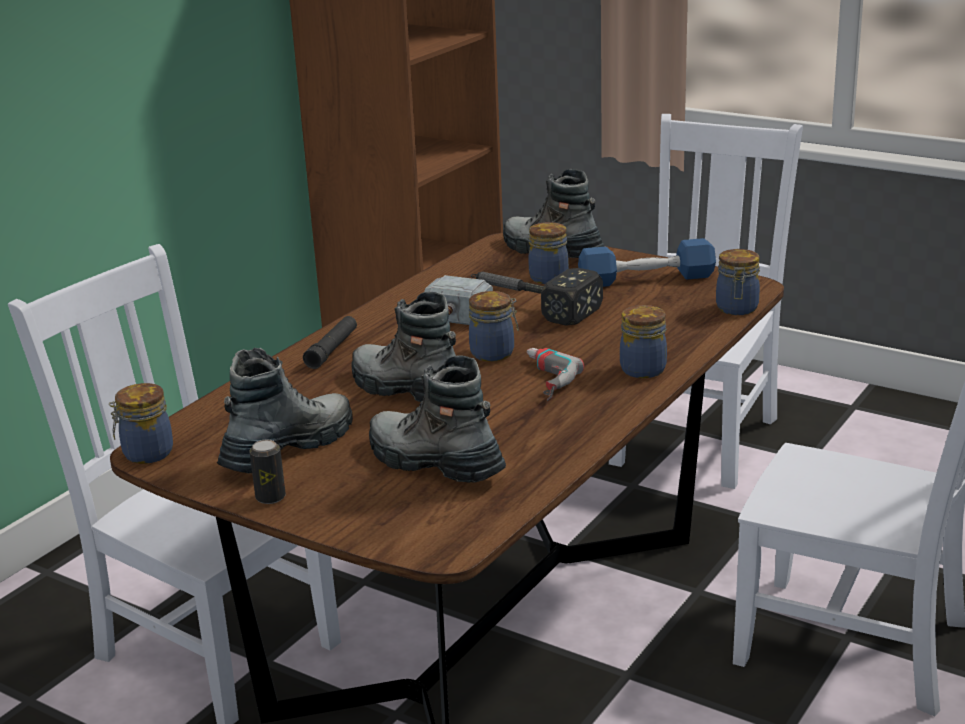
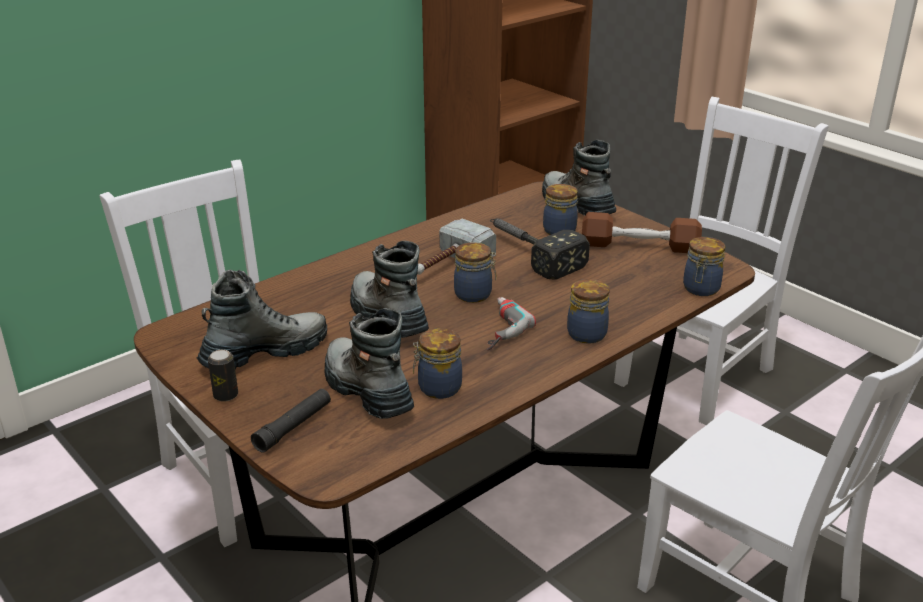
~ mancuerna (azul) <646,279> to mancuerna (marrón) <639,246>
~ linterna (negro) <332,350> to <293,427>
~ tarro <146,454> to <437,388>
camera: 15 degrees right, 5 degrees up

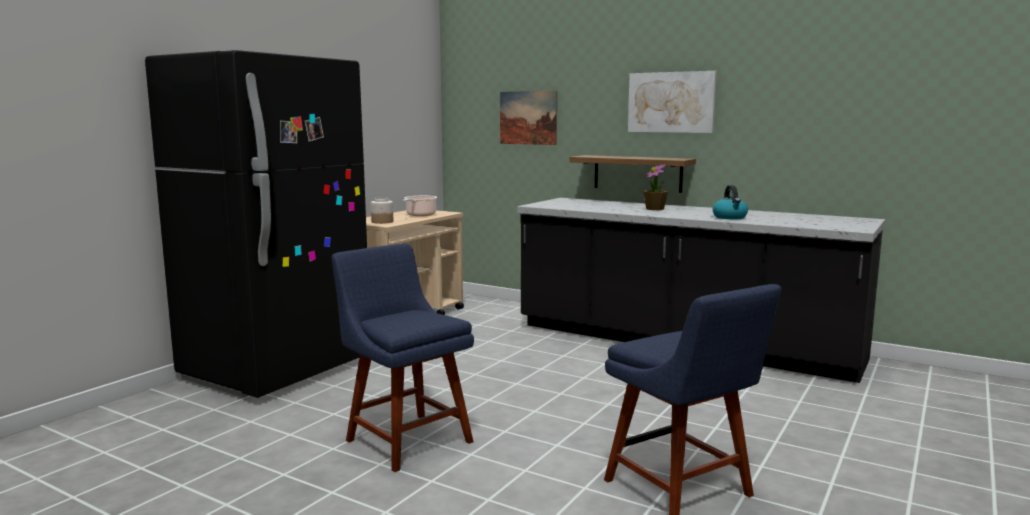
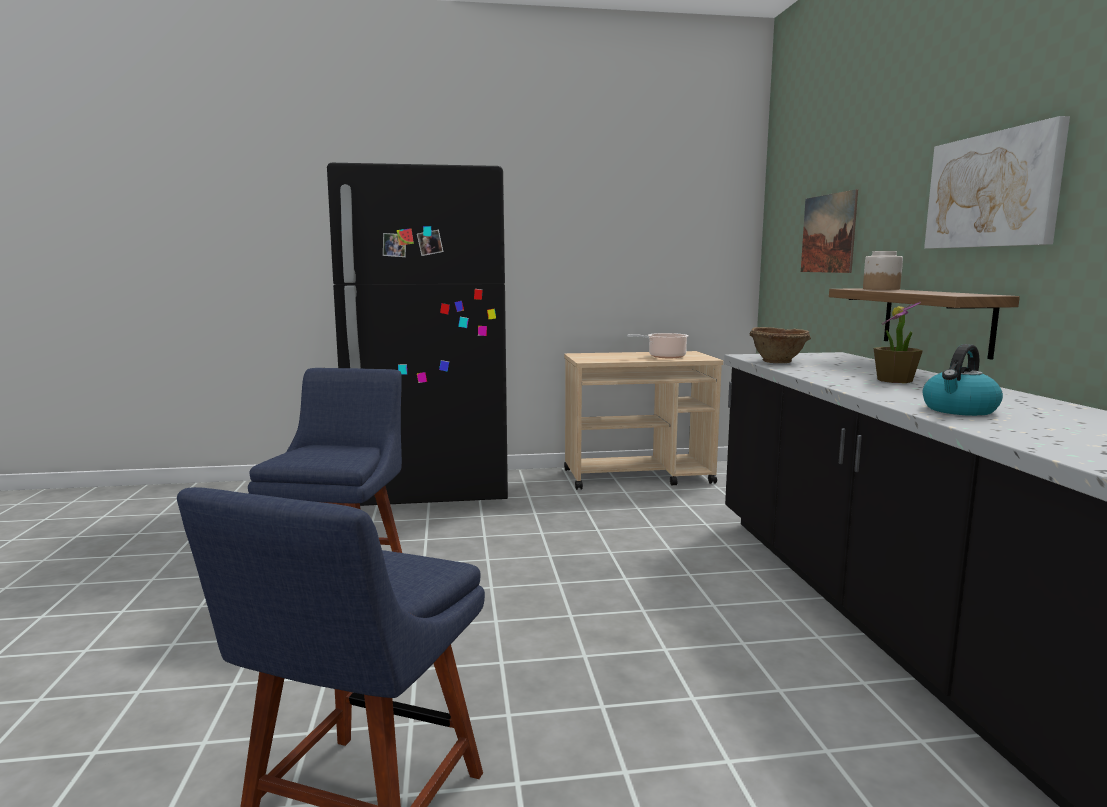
~ tarro <382,222> to <880,289>
+ cuenco (marrón) <778,361>
camera: 50 degrees right, 0 degrees up

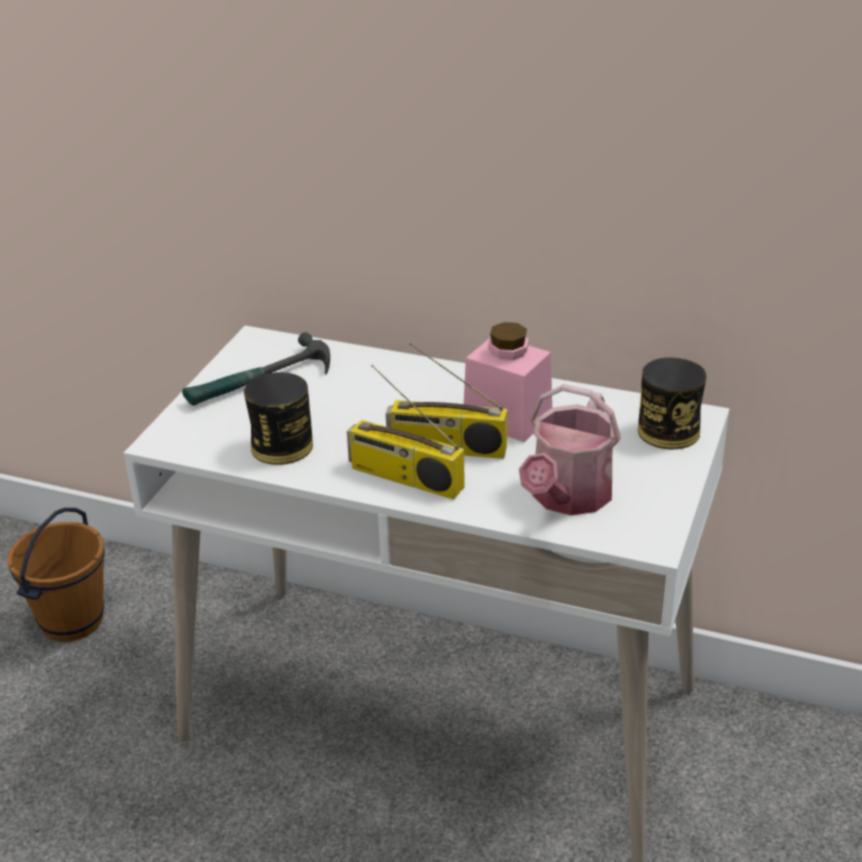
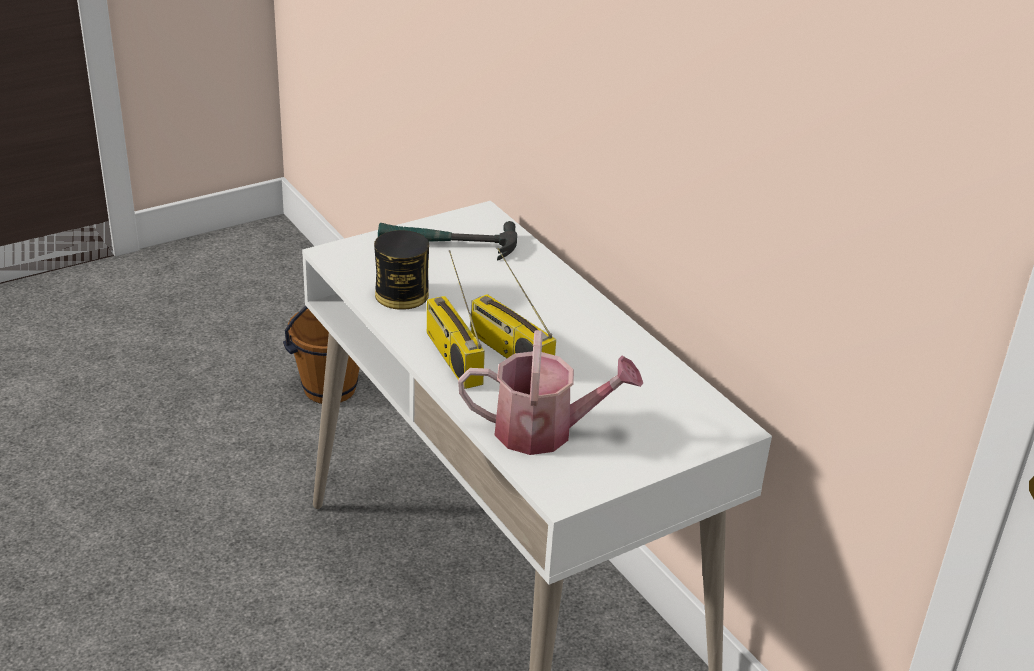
- tarro (rosa) <507,418>
- lata <668,431>
~ regadera <567,498> = <545,431> 150 degrees counterclockwise
camera: 35 degrees right, 0 degrees up

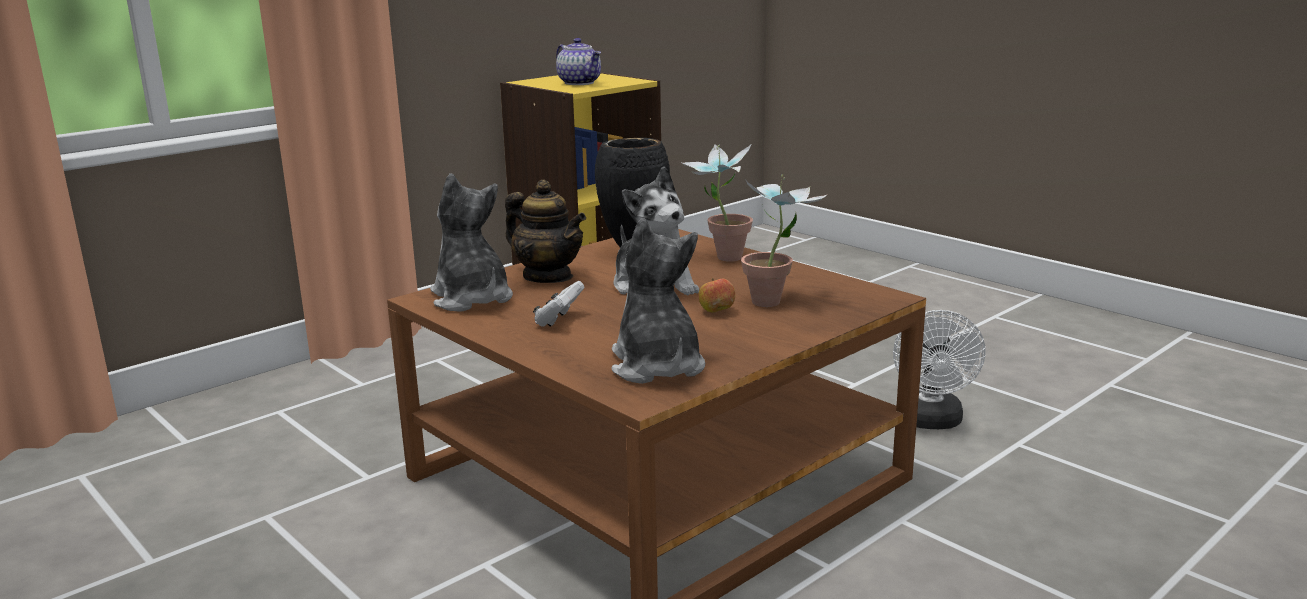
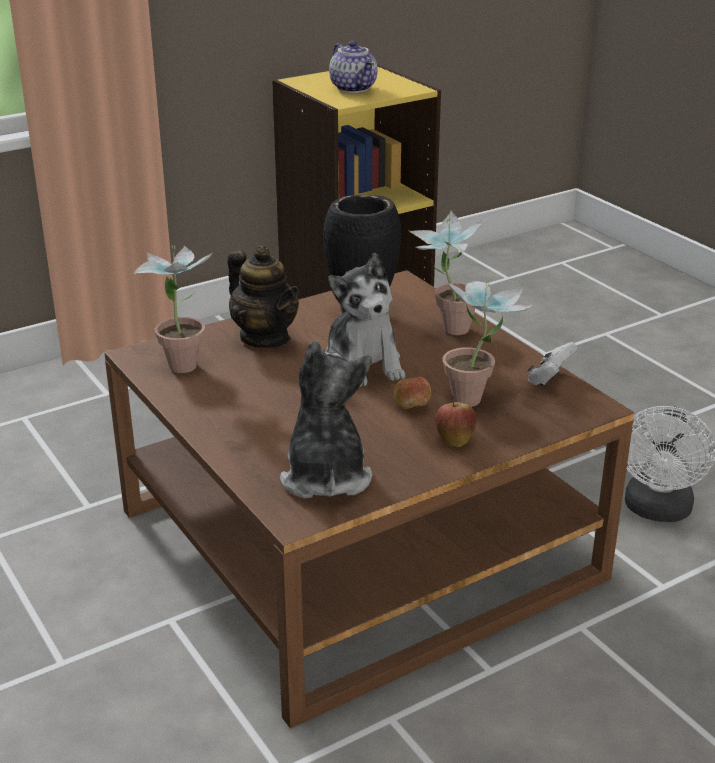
~ peluche <471,299> to planta en maceta <182,361>
~ mando de consola (blanco) <558,321> to <549,379>
+ manzana <454,440>
camera: 10 degrees right, 10 degrees up

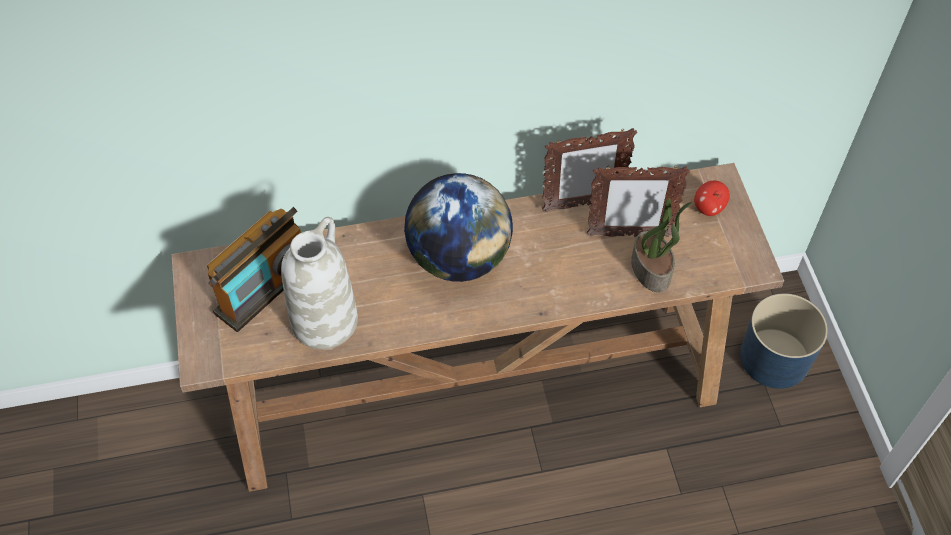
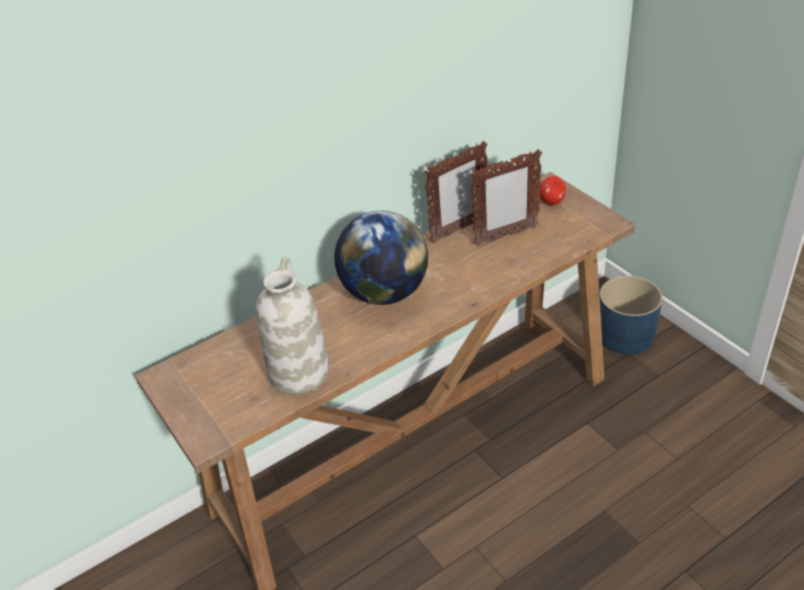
- planta en maceta <652,269>
- radio <264,288>
camera: 20 degrees left, 15 degrees down

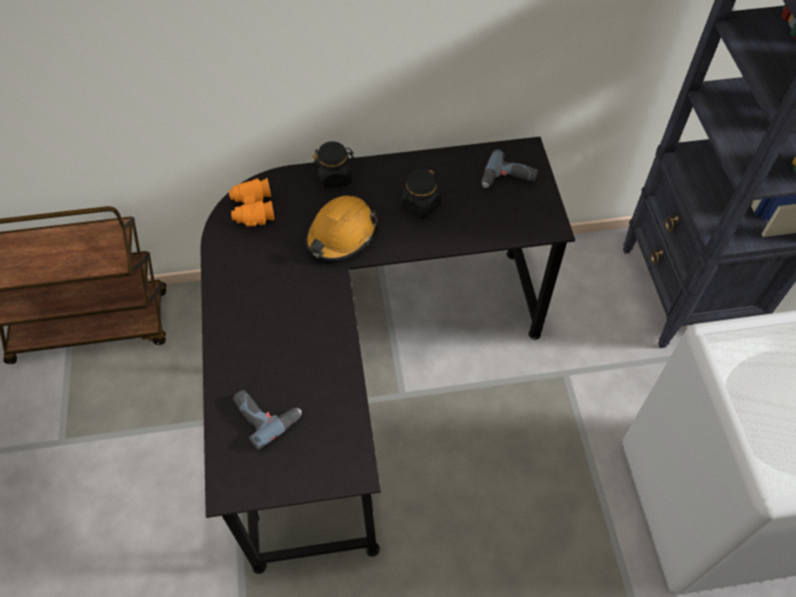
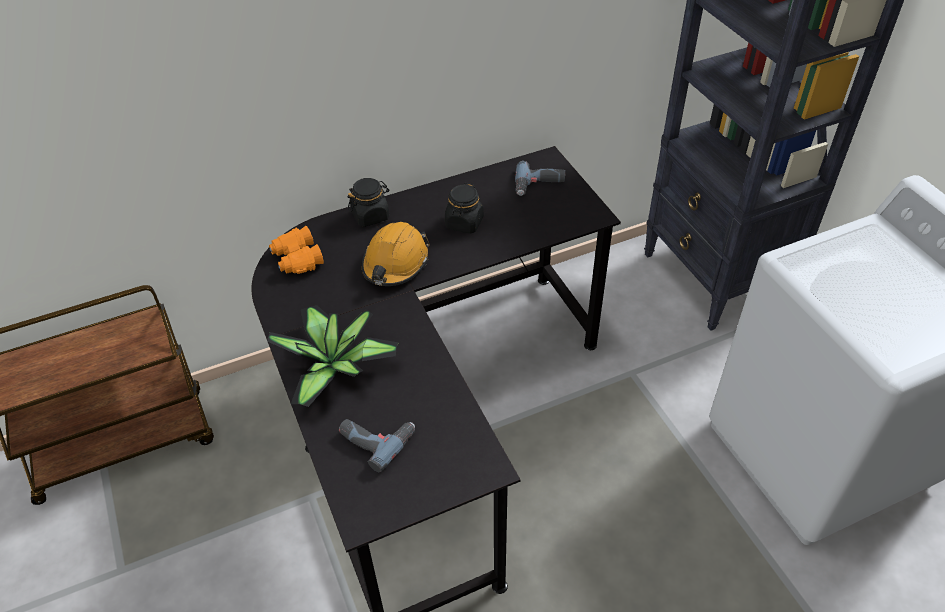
+ planta en maceta <335,366>
camera: 15 degrees left, 10 degrees down

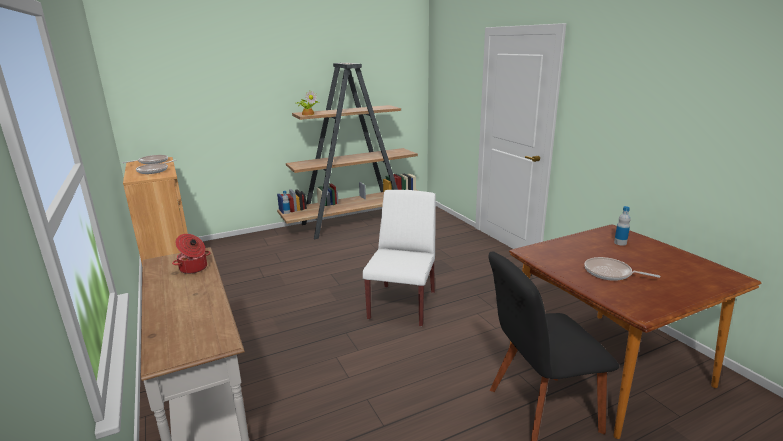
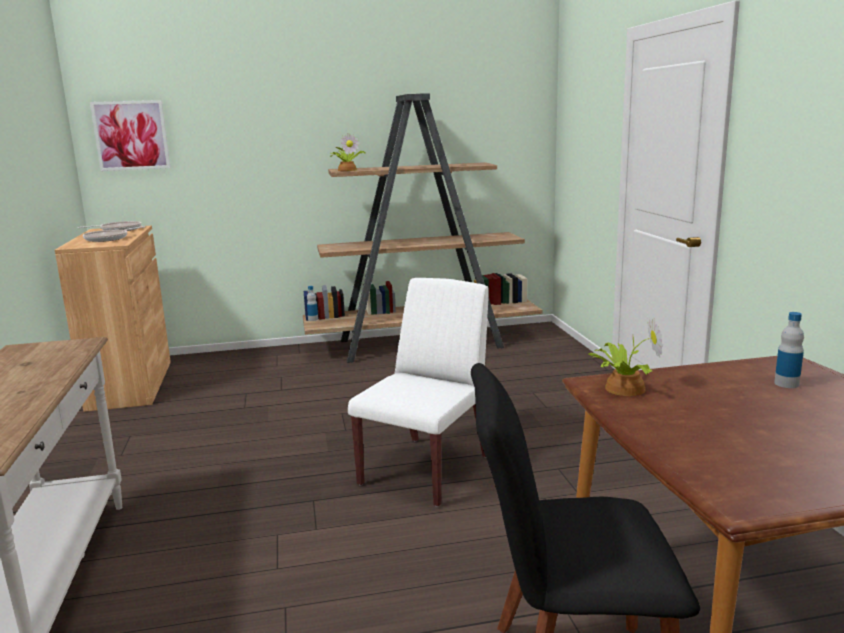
- olla <194,268>
- sartén <610,273>
+ cuadro <131,135>
+ planta en maceta <622,388>
camera: 15 degrees right, 5 degrees down

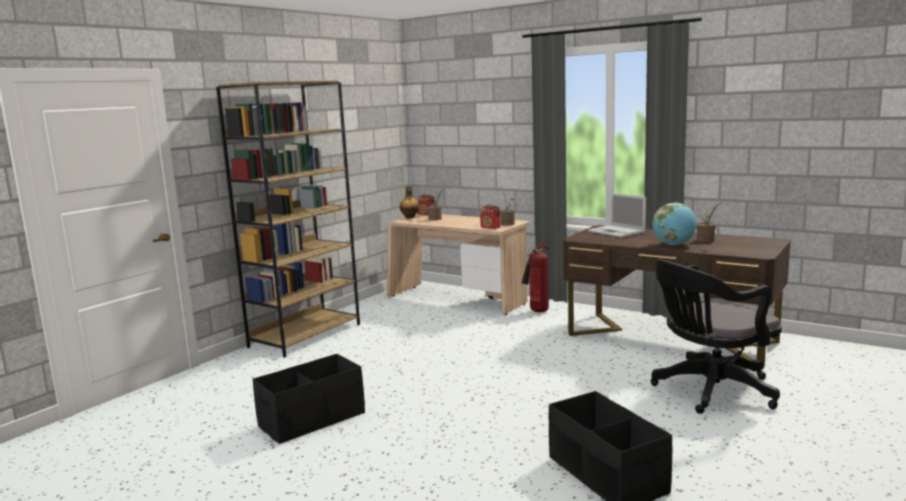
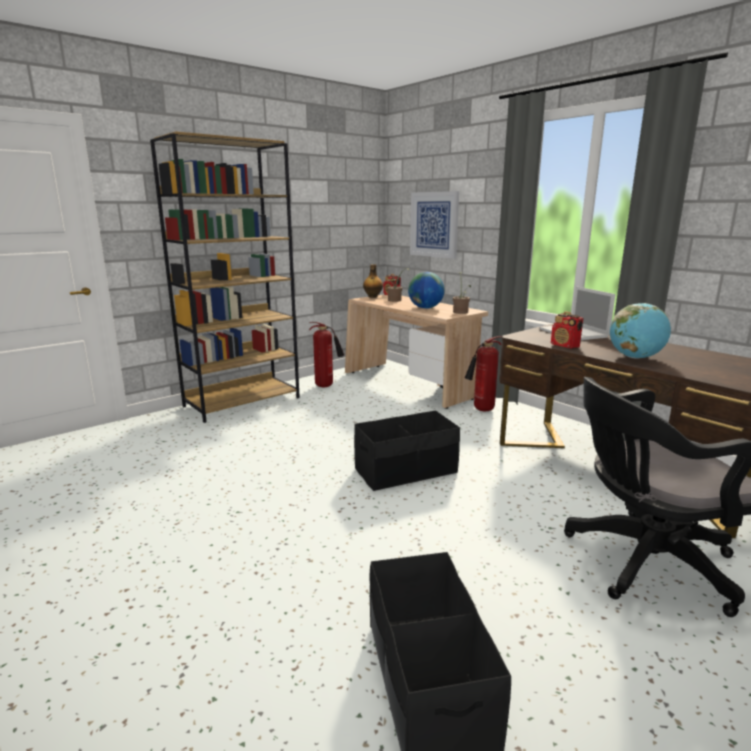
- planta en maceta <706,241>
~ radio <490,228> to <565,346>
~ caja de almacenaje (negro) <312,420> to <406,471>
+ cuadro <434,224>
+ globo terráqueo <425,308>
+ extintor <326,386>
camera: 15 degrees right, 5 degrees up

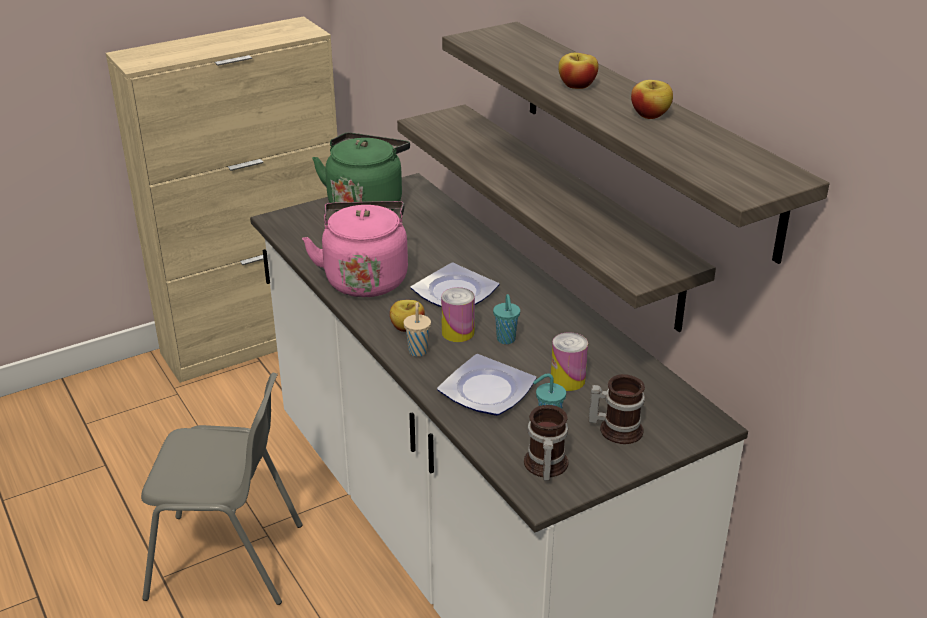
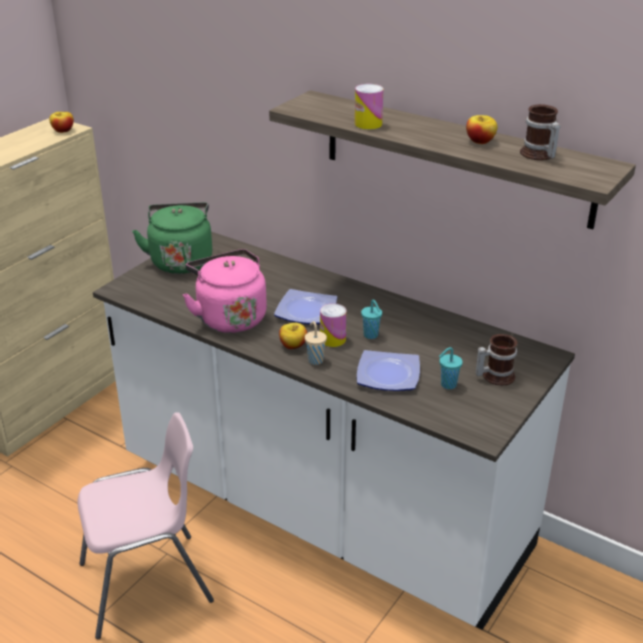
~ manzana <577,85> to <63,130>
- estante <571,212>
~ lata <567,380> to <368,124>
~ silla (gris) <228,561> to silla (rosa) <147,584>
~ taza grande <543,466> to <538,155>
camera: 25 degrees left, 0 degrees up

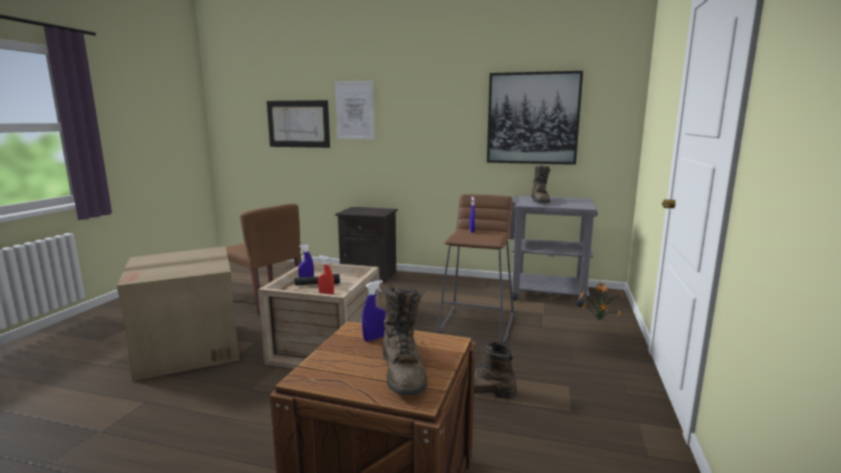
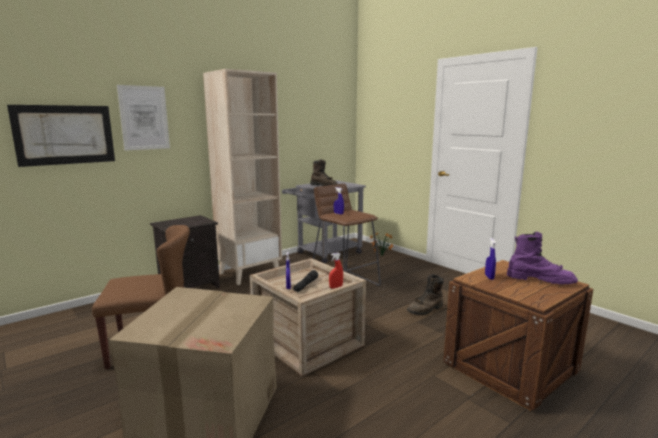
- cuadro <532,118>
~ bota (marrón) <403,372> to bota (morado) <540,280>
+ estantería (beis) <249,273>
camera: 55 degrees left, 0 degrees up

